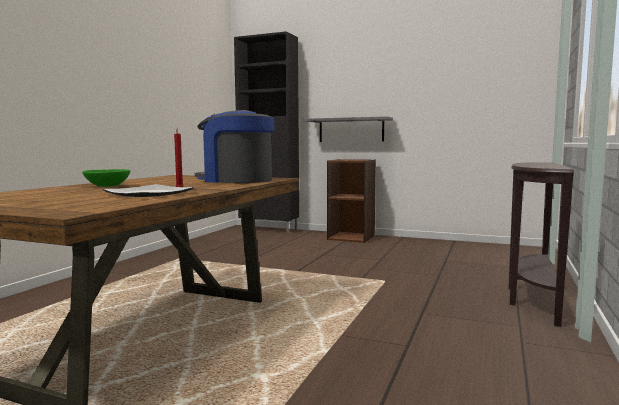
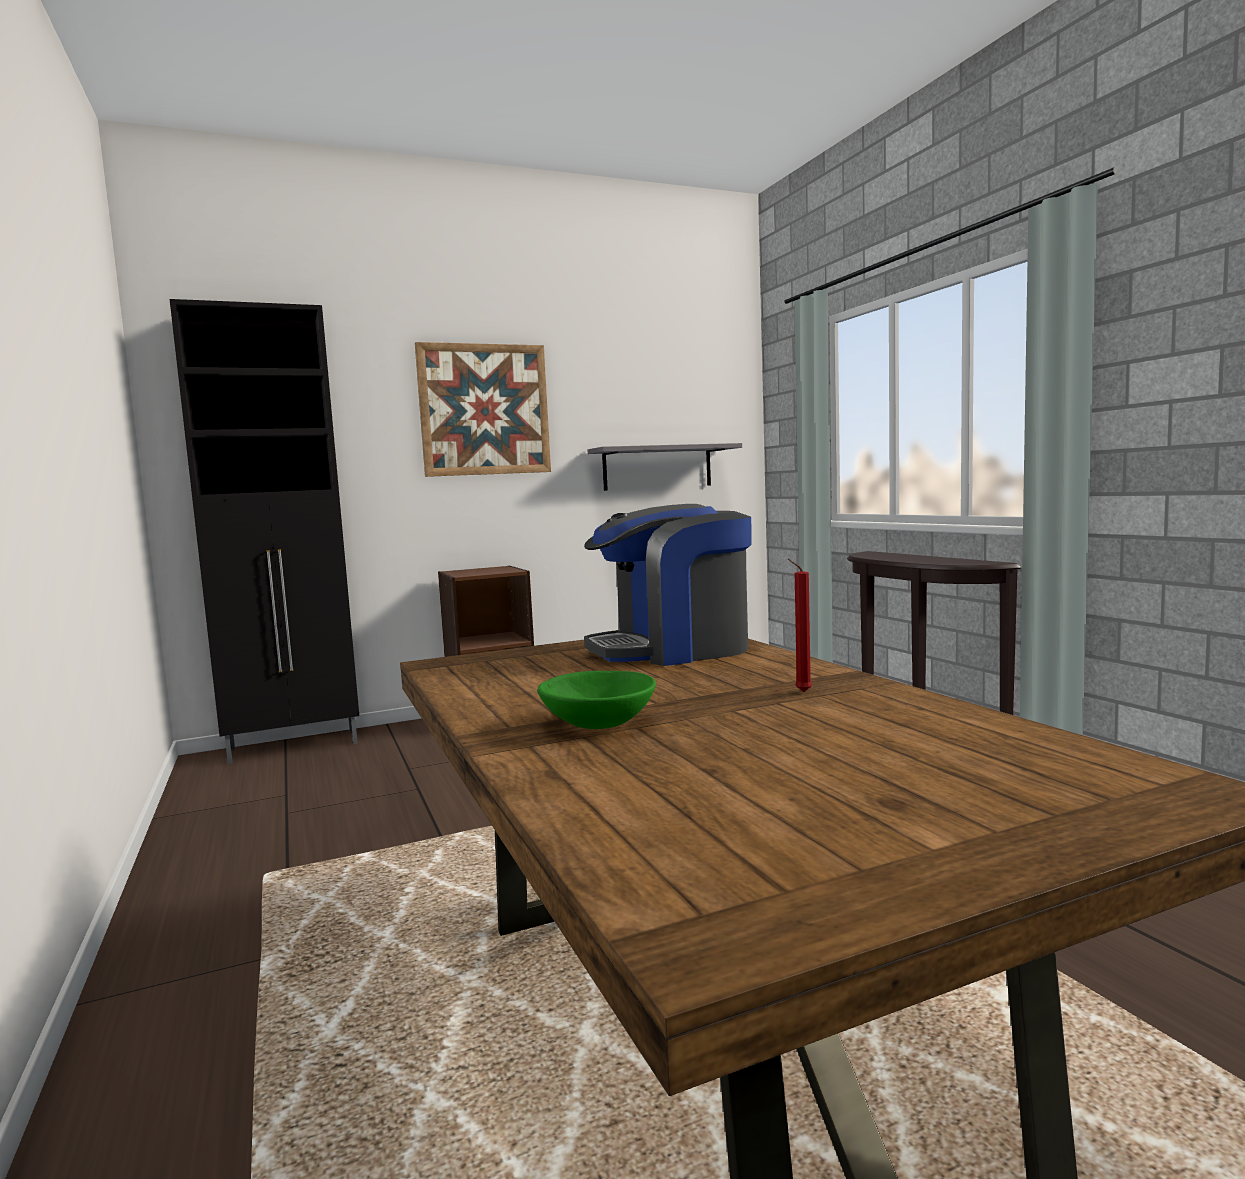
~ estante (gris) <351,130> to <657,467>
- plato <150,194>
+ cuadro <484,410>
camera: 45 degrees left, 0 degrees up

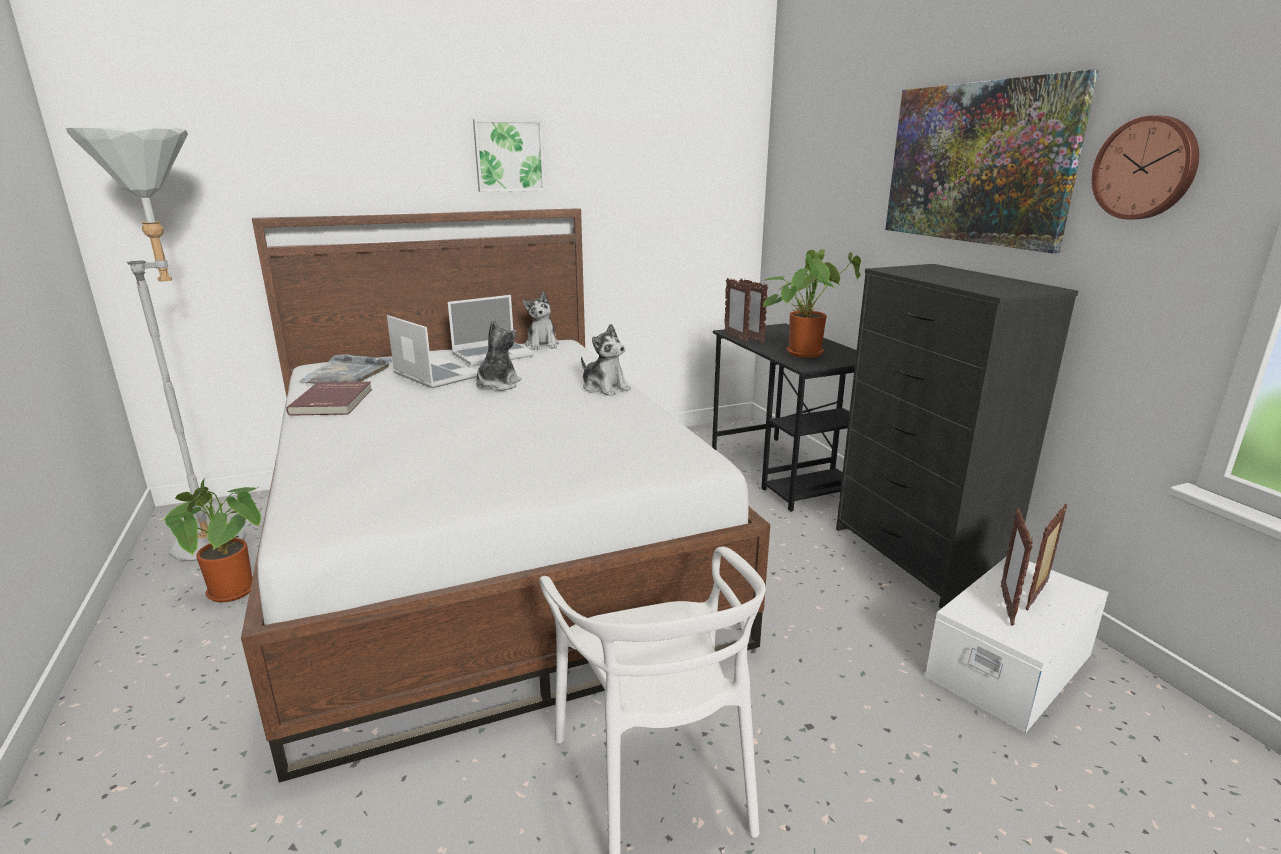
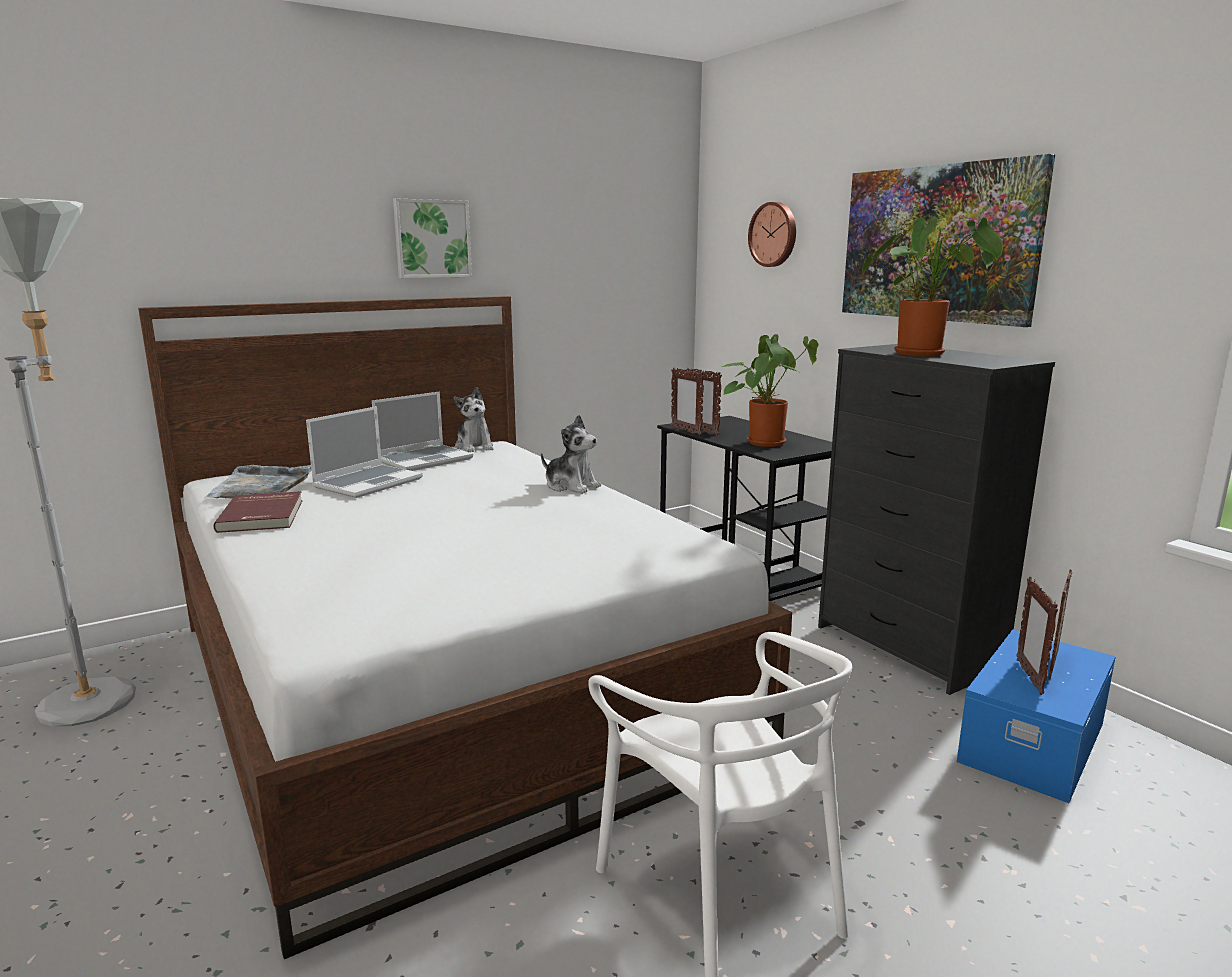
~ reloj de pared <1146,168> to <774,234>
~ portátil <435,375> = <368,483> 90 degrees clockwise
- peluche <497,385>
~ planta en maceta <236,592> to <925,354>
~ caja de almacenaje (blanco) <1006,665> to caja de almacenaje (azul) <1029,741>
camera: 10 degrees left, 5 degrees down

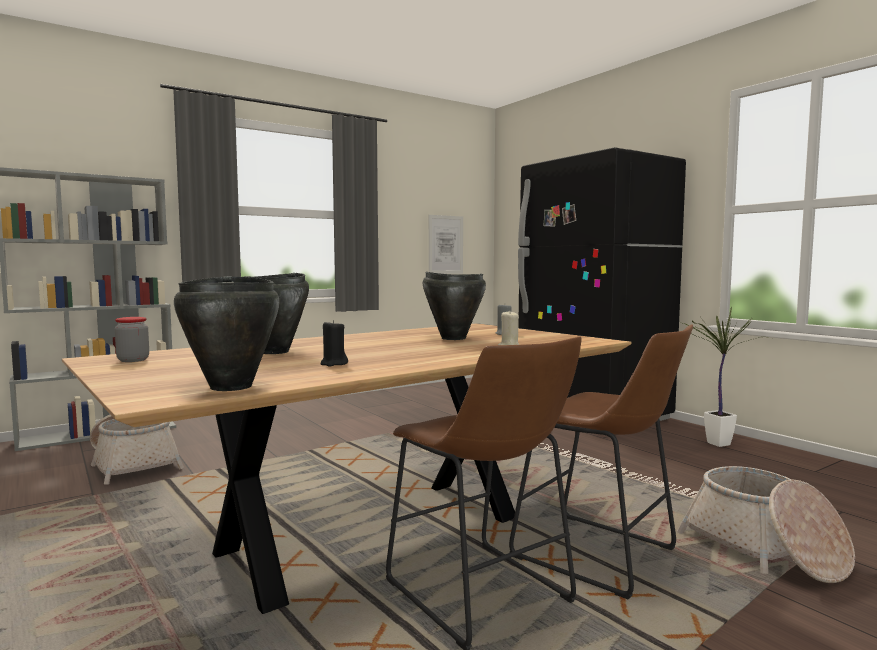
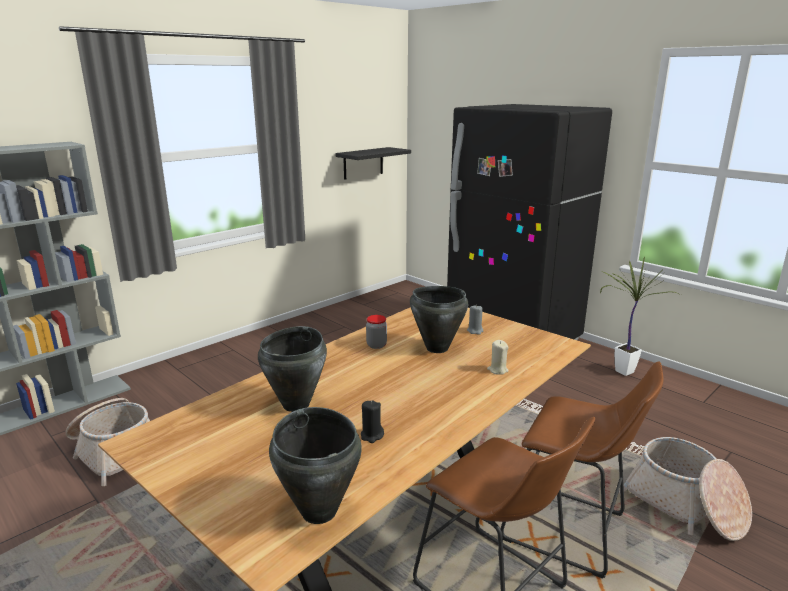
~ cuadro <445,244> to estante (negro) <363,163>
~ tarro <133,360> to <376,345>
camera: 10 degrees left, 15 degrees up

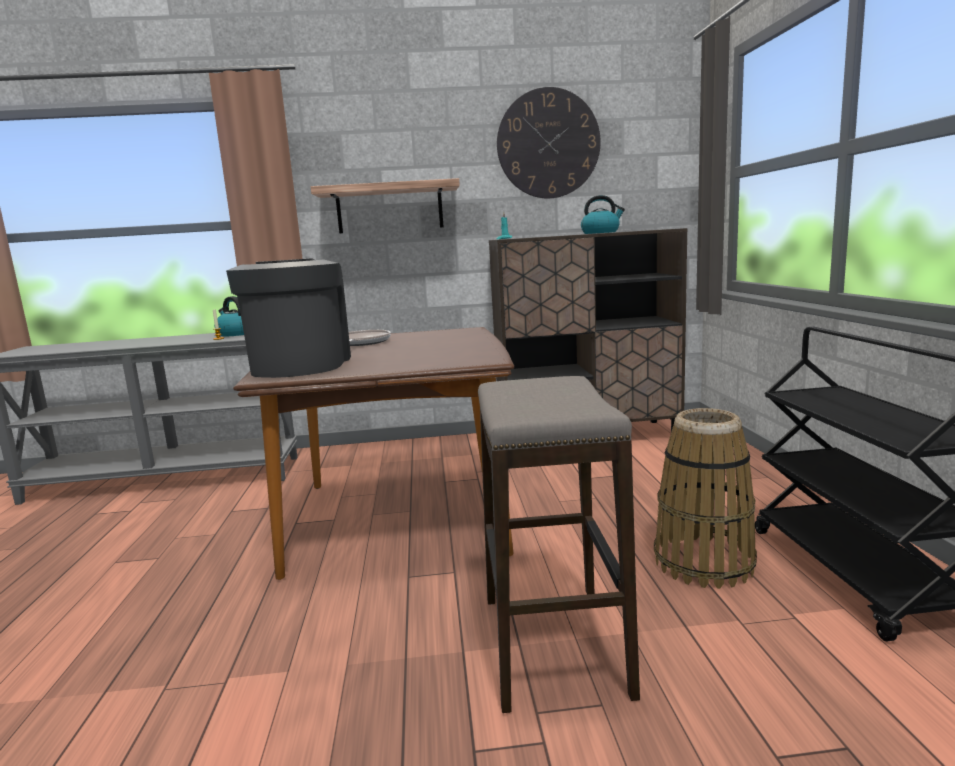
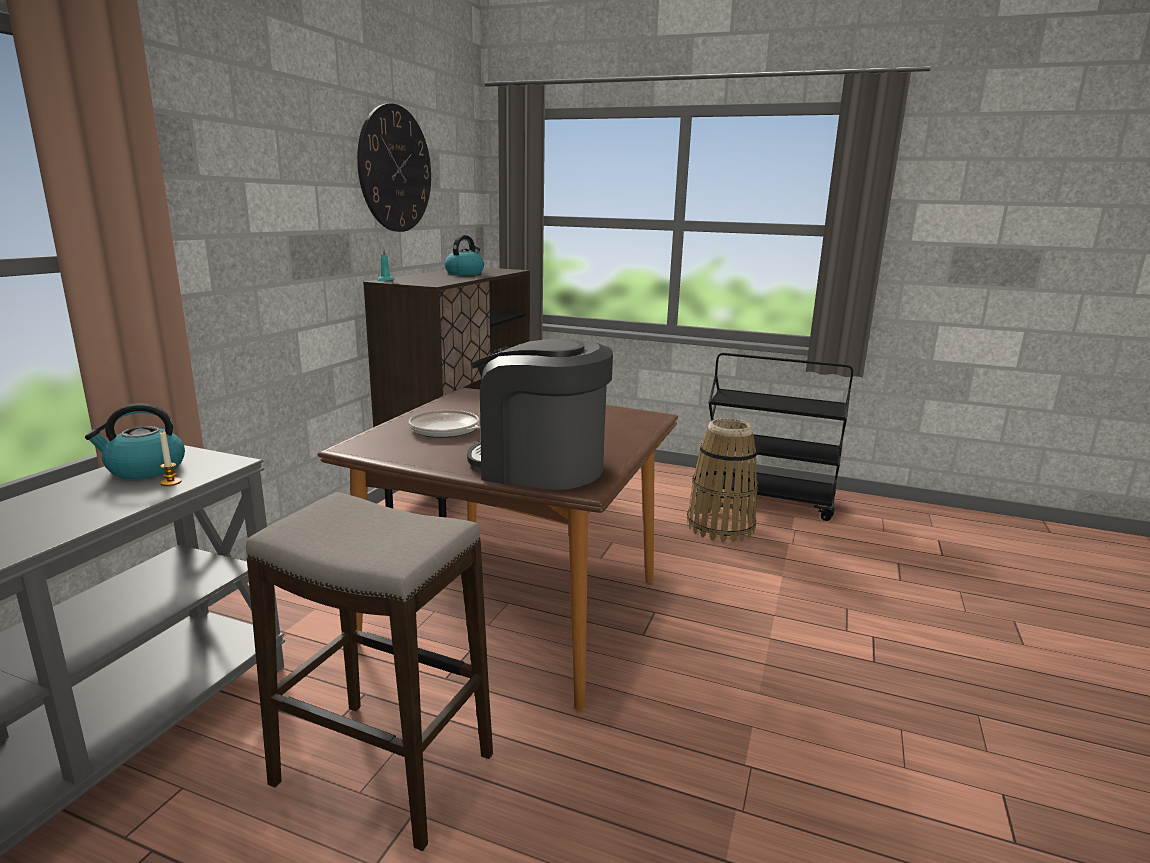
- estante <389,208>
~ taburete <553,645> to <384,771>
camera: 65 degrees left, 5 degrees up

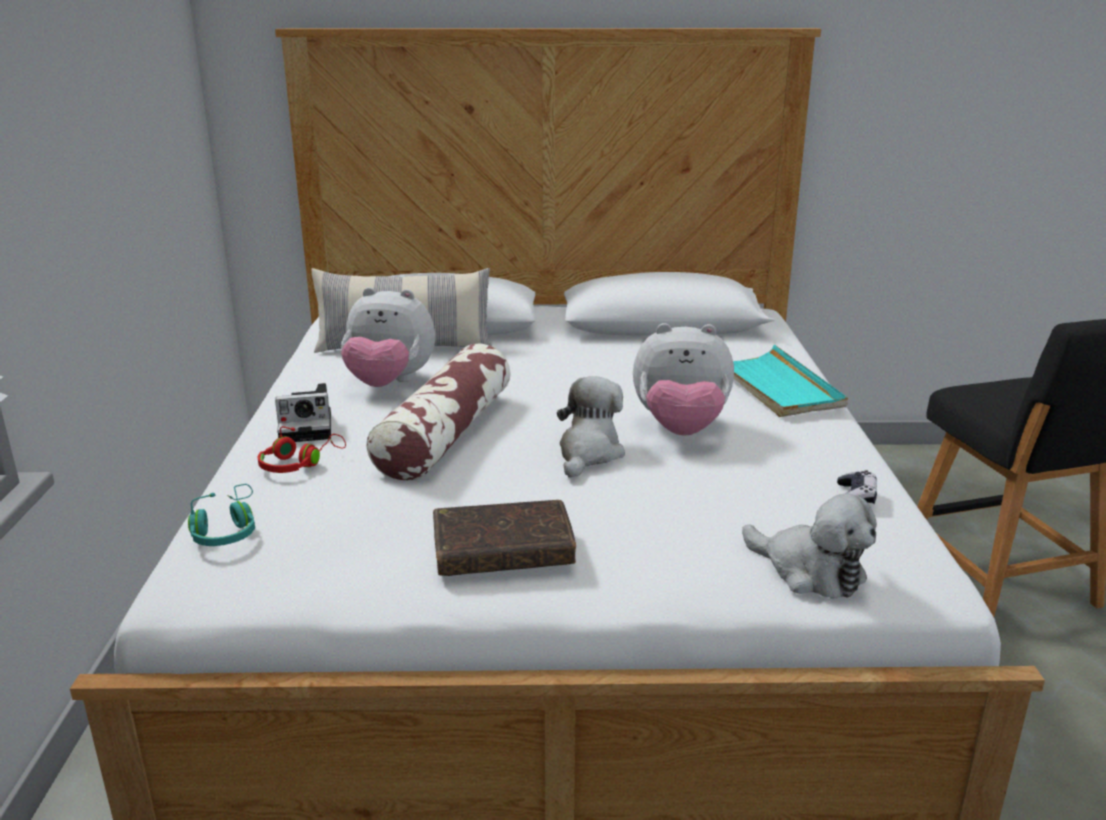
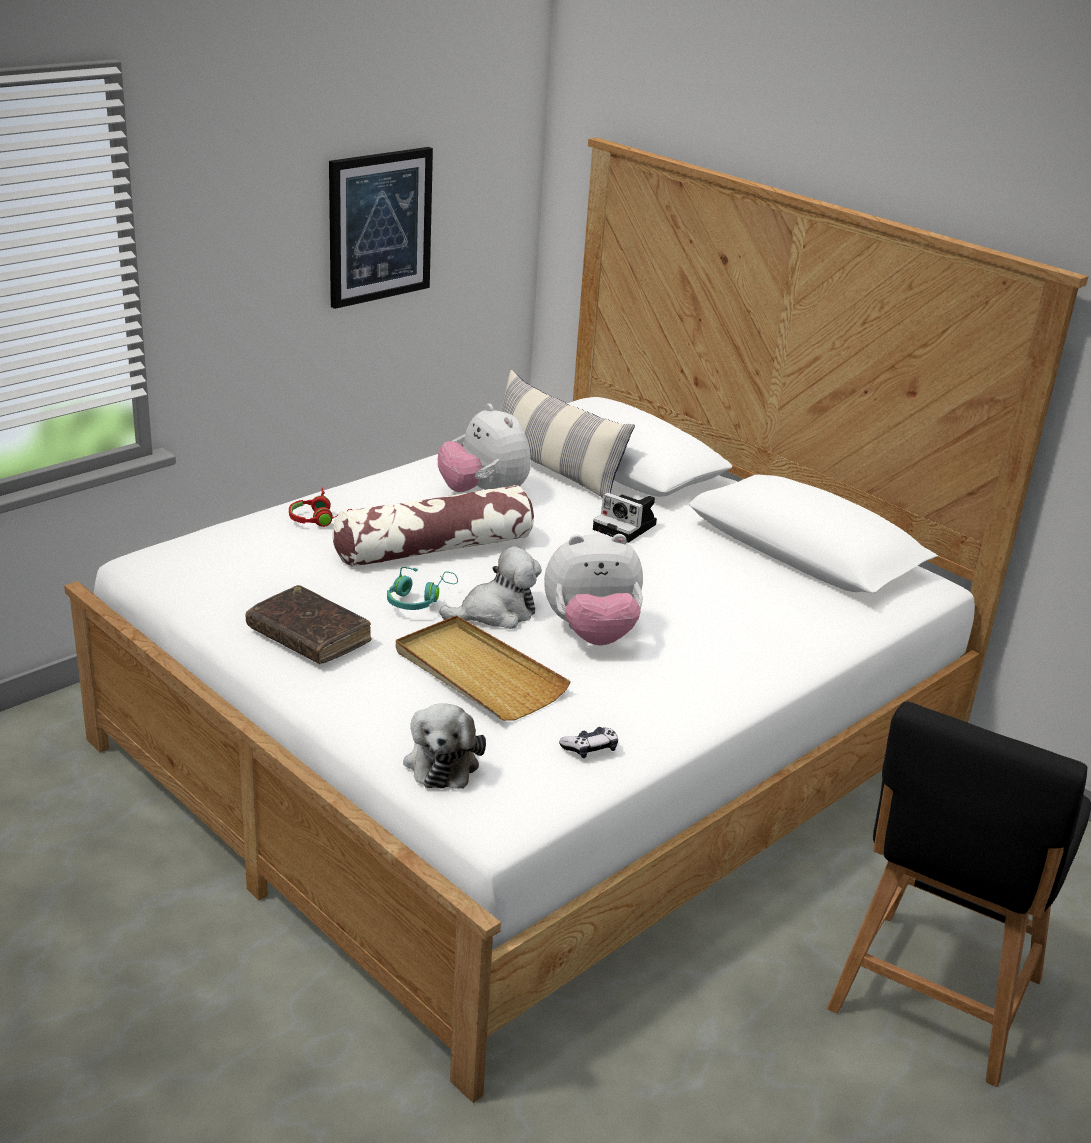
~ peluche <680,429> = <592,634> 60 degrees counterclockwise
- bandeja (turquesa) <775,386>
~ cámara <309,427> to <627,527>
~ auriculares (turquesa) <226,530> to <418,599>
+ cuadro <379,226>
+ bandeja (beis) <478,673>
camera: 45 degrees right, 5 degrees up

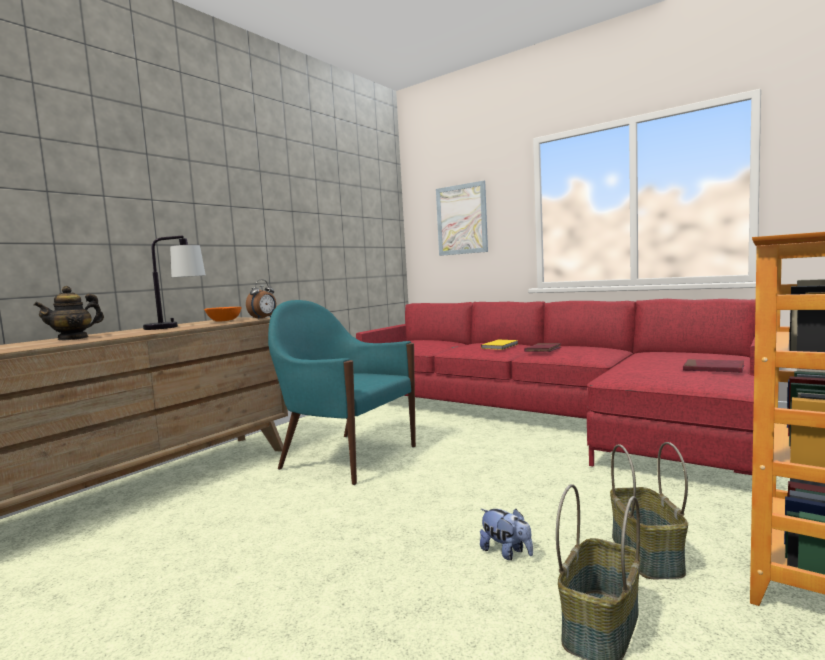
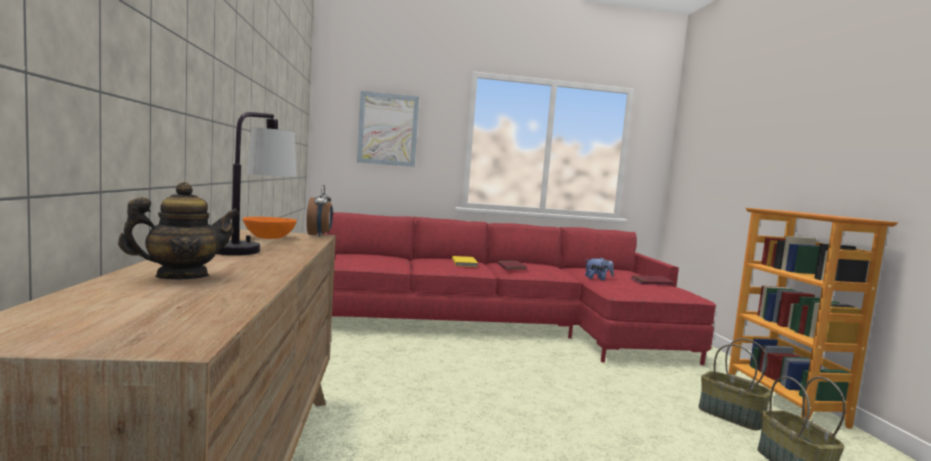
~ tetera <73,338> = <182,277> 120 degrees counterclockwise
- sillón (turquesa) <347,457>
~ peluche <506,553> to <597,279>
camera: 45 degrees left, 0 degrees up

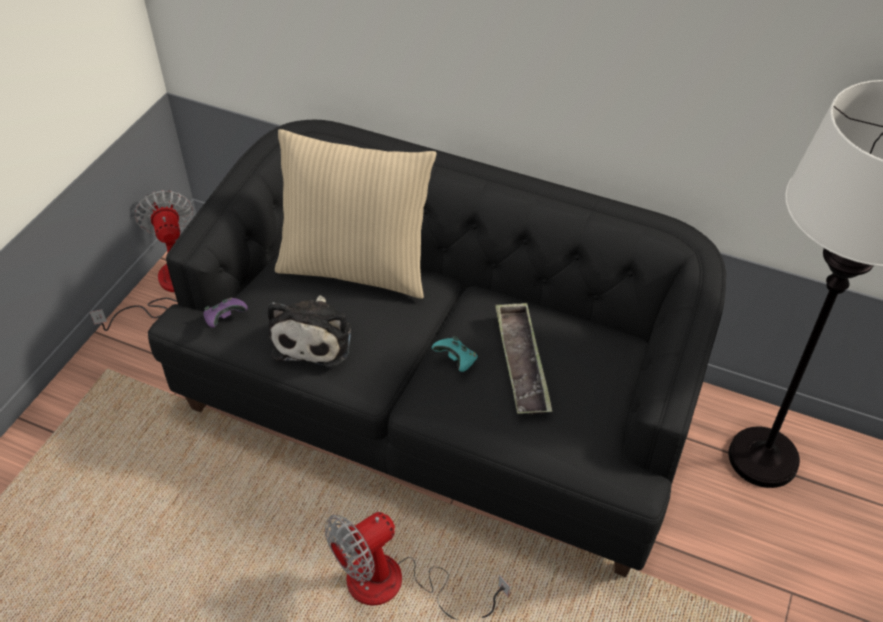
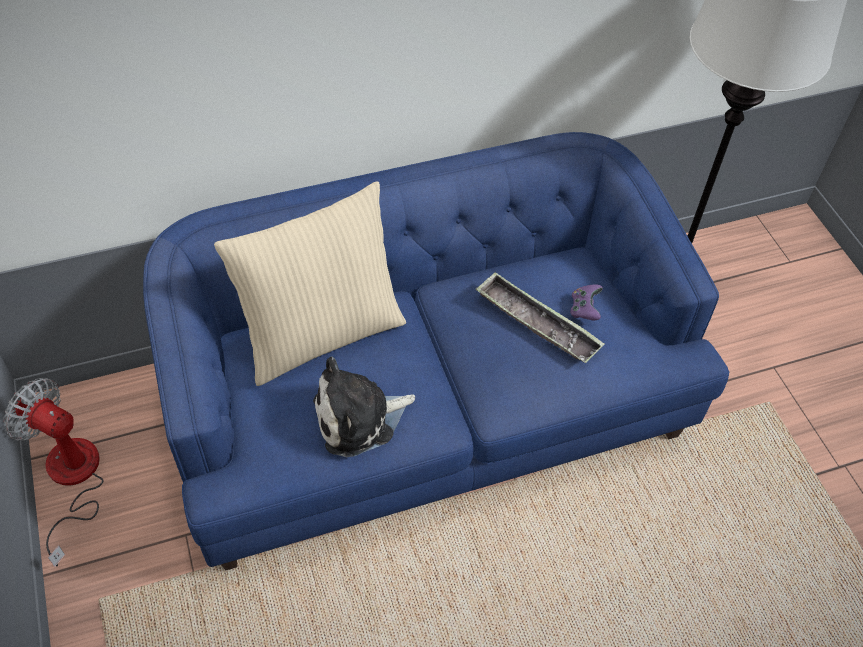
~ sofá (negro) <441,405> to sofá (azul) <428,409>
~ peluche <314,338> = <359,418> 105 degrees clockwise
~ mando de consola (morado) <225,318> to <584,309>
- mando de consola (turquesa) <456,361>
- ventilador <395,586>
camera: 45 degrees left, 5 degrees up

